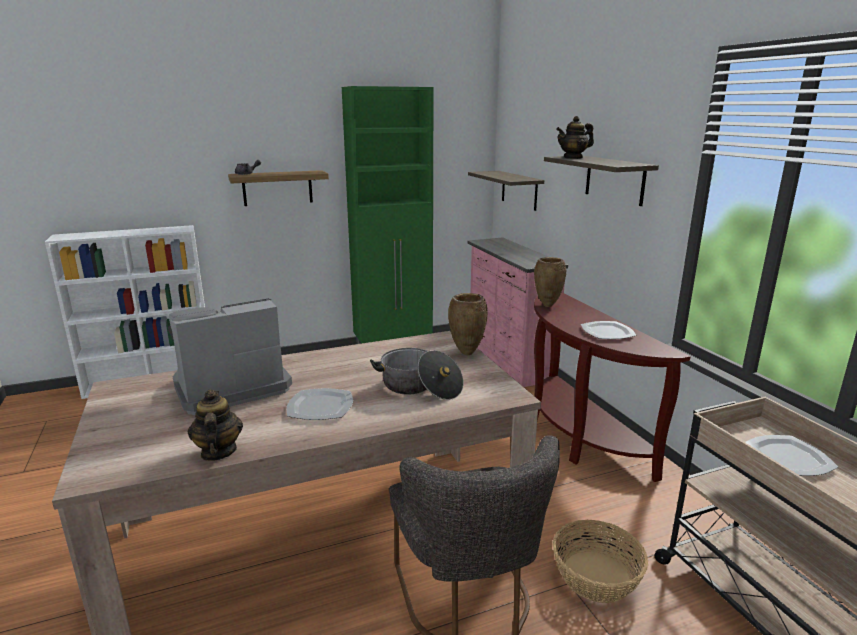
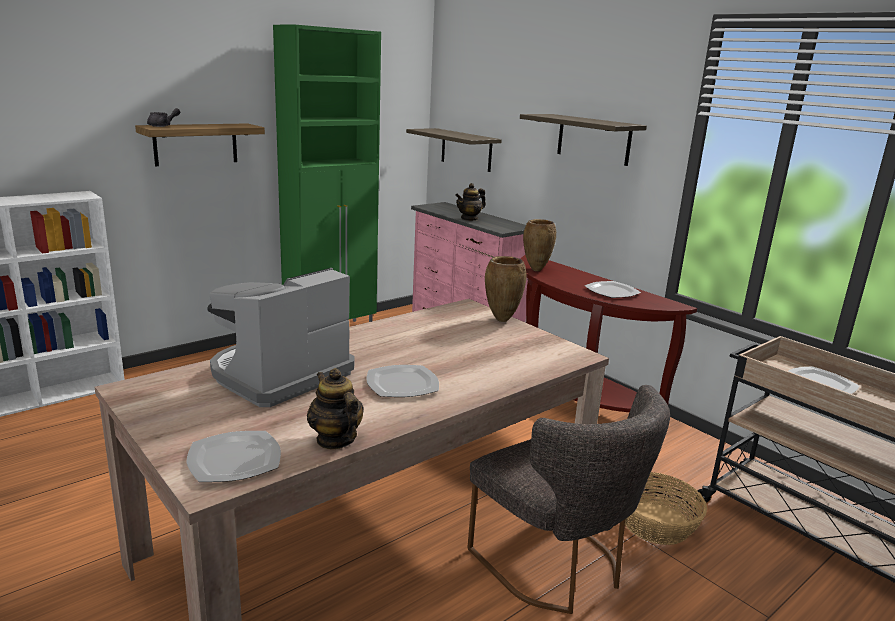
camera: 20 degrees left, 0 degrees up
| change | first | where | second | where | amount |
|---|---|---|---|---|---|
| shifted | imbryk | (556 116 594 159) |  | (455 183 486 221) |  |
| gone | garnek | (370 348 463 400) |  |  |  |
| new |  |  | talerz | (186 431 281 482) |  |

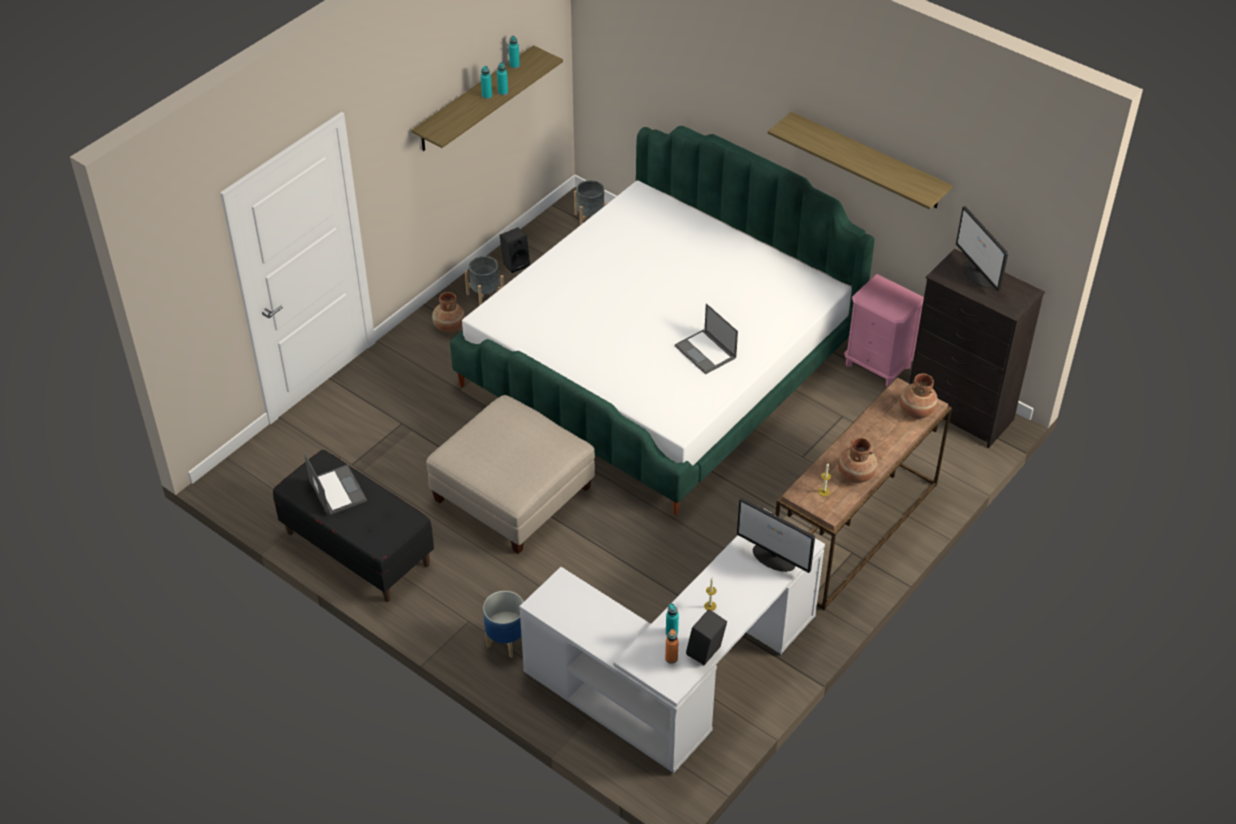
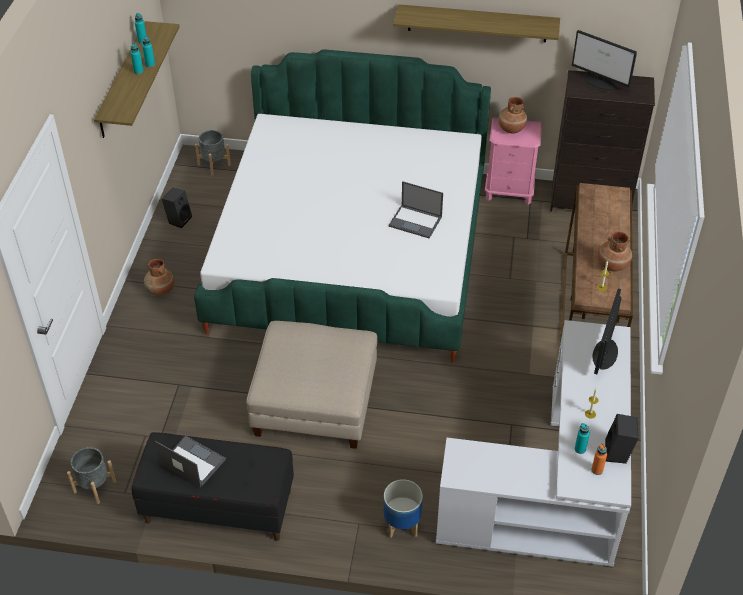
camera: 30 degrees left, 0 degrees up
| change | first | where | second | where | amount |
|---|---|---|---|---|---|
| shifted | donica/szary | (465 256 504 306) |  | (67 447 116 504) |  |
| shifted | wazon/brązowy | (899 373 938 419) |  | (498 97 527 134) |  |
| rotated | monitor | (737 497 815 573) |  | (592 289 622 374) | 105 degrees clockwise |

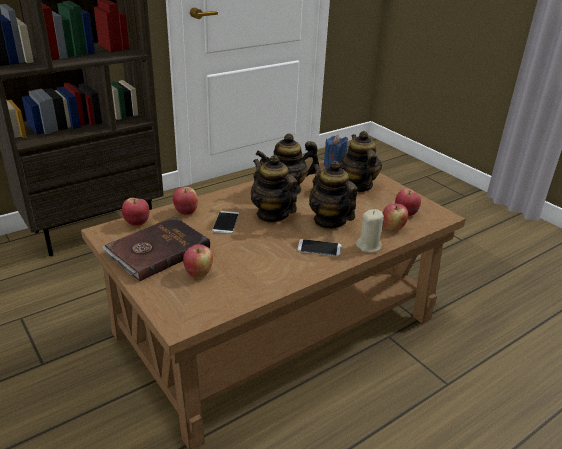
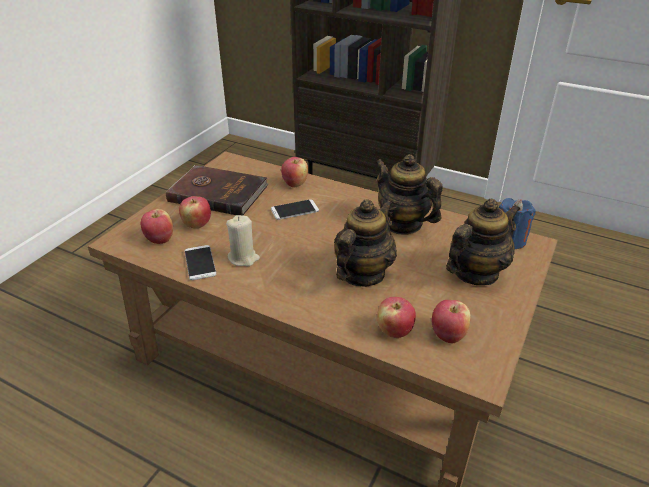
camera: 65 degrees right, 5 degrees up
| change | first | where | second | where | amount |
|---|---|---|---|---|---|
| gone | imbryk | (251 155 298 223) |  |  |  |
| shifted | jabłko | (122 198 149 226) |  | (141 209 173 244) |  |
| shifted | świeca/beżowy | (356 209 384 253) |  | (226 215 260 266) |  |
| shifted | telefon | (297 239 341 257) |  | (185 245 216 280) |  |

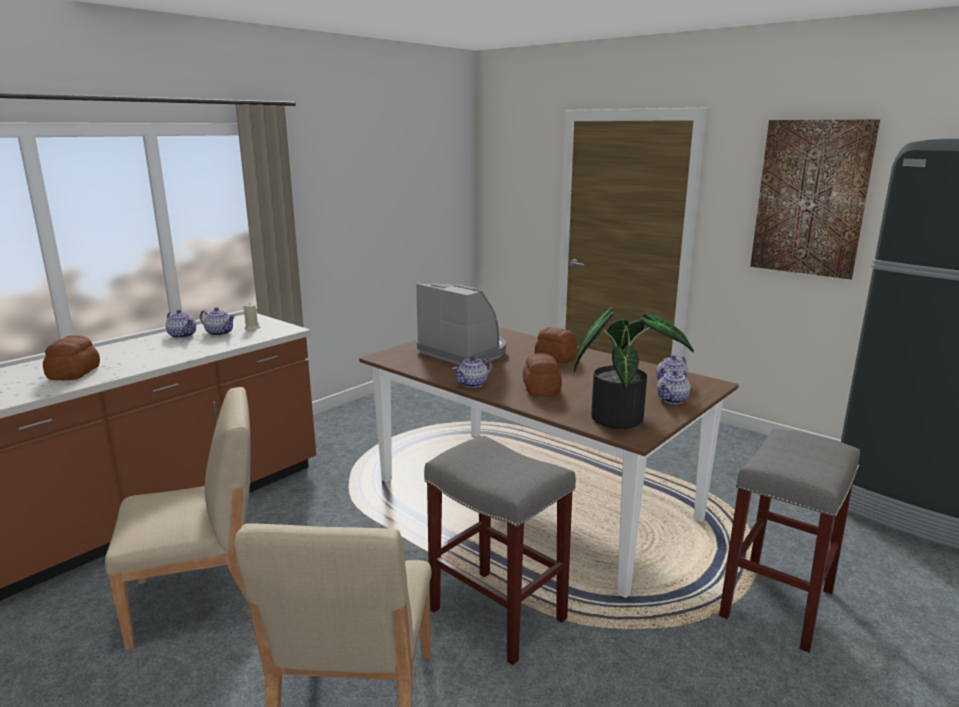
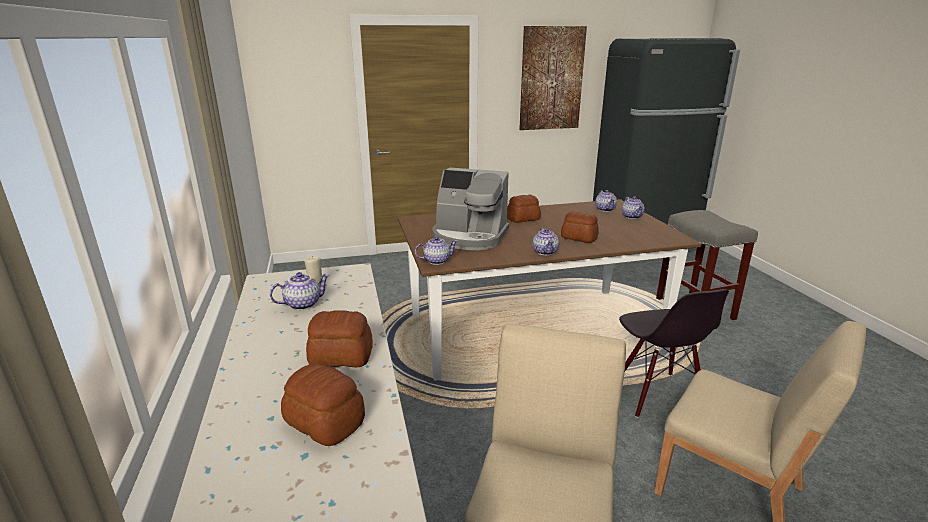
camera: 55 degrees left, 5 degrees up
| change | first | where | second | where | amount |
|---|---|---|---|---|---|
| rotated | ekspres do kawy | (416 283 506 365) |  | (432 168 509 250) | 150 degrees counterclockwise |
| gone | roślina doniczkowa | (574 307 694 429) |  |  |  |
| shifted | imbryk | (166 309 196 339) |  | (415 237 458 265) |  |
| swapped | stołek/szary | (424 436 576 665) | krzesło/czarny | (619 289 729 418) |  |
| new |  |  | chleb | (306 310 373 368) |  |

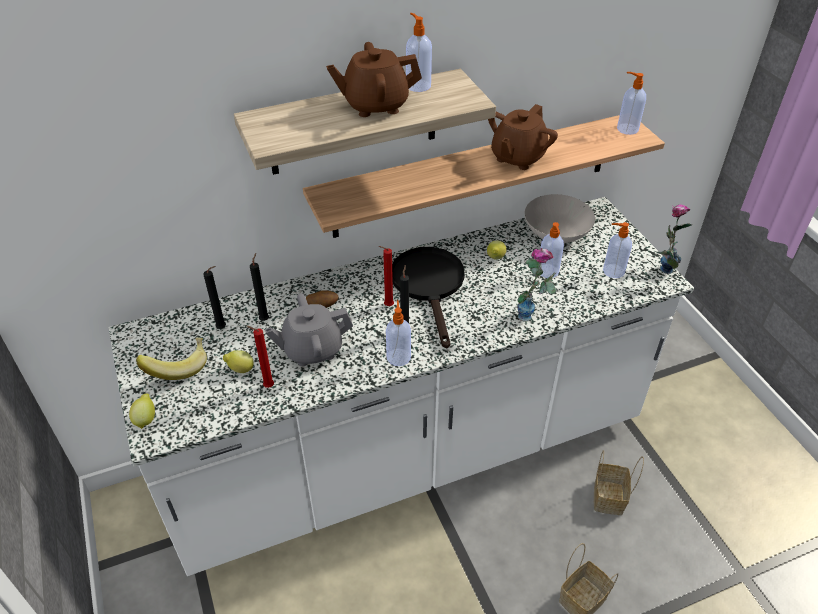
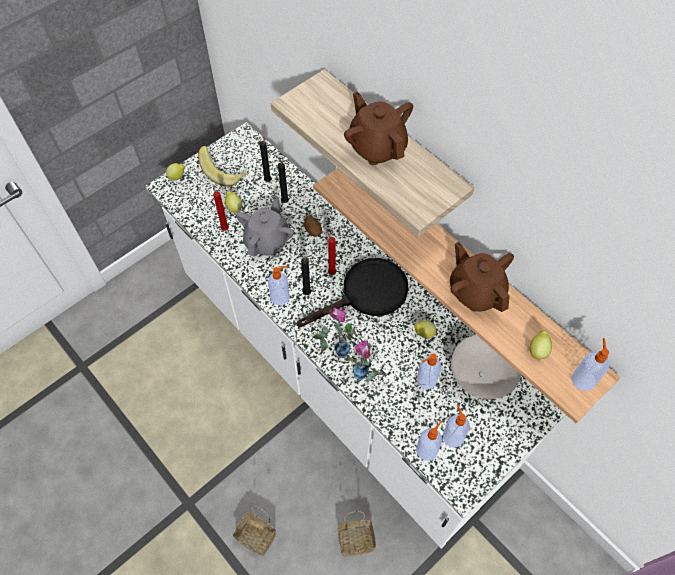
camera: 70 degrees right, 15 degrees up
| change | first | where | second | where | amount |
|---|---|---|---|---|---|
| shifted | dozownik mydła | (406 13 432 92) |  | (416 420 442 461) |  |
| rotated | imbryk/brązowy | (488 104 558 170) |  | (450 242 514 312) | 45 degrees clockwise |
| shifted | wazon | (657 204 692 274) |  | (313 307 358 358) |  |
| rotated | imbryk/szary | (265 293 353 366) |  | (236 196 294 257) | 60 degrees clockwise |
| new |  |  | cytryna | (530 330 552 361) |  |

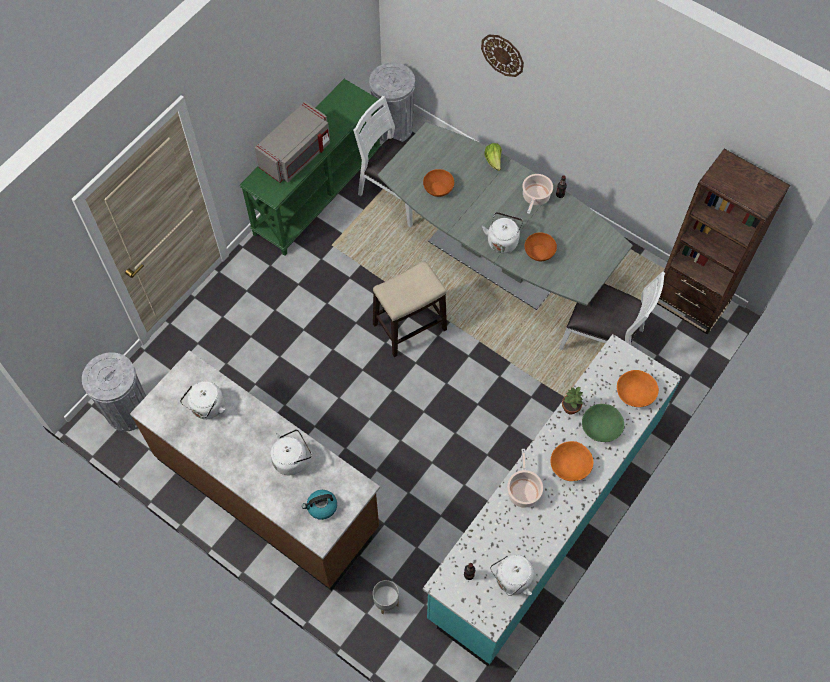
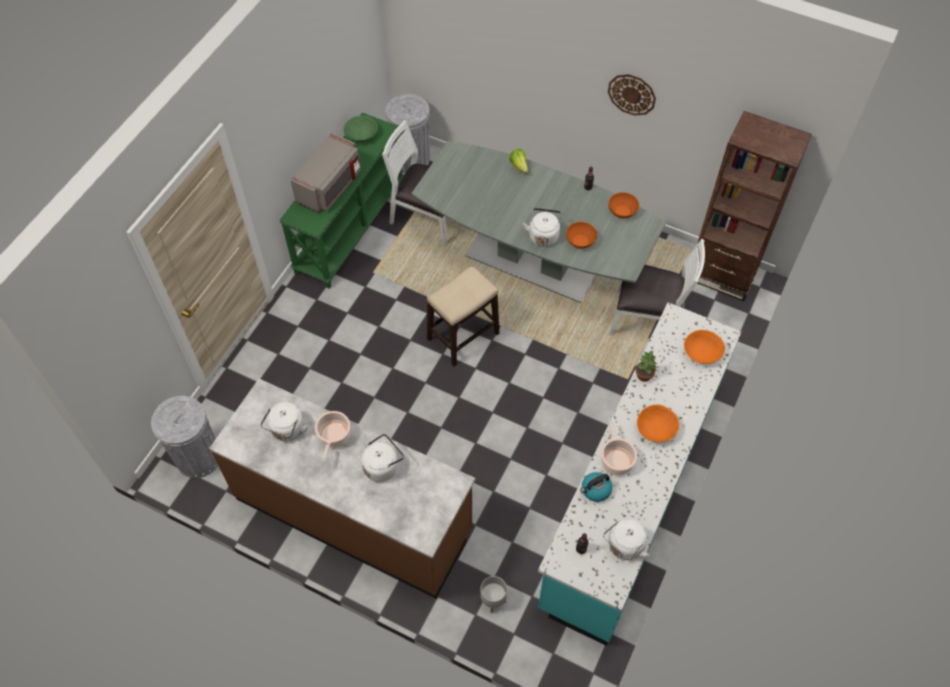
camera: 10 degrees left, 5 degrees down
| change | first | where | second | where | amount |
|---|---|---|---|---|---|
| shifted | zegar ścienny | (481 34 524 77) |  | (608 74 656 116) |  |
| shifted | miska/pomarańczowy | (423 169 454 197) |  | (609 192 639 218) |  |
| shifted | garnek | (522 174 553 214) |  | (315 411 350 462) |  |
| shifted | miska/zielony | (582 404 624 442) |  | (343 116 378 142) |  |
| shifted | czajnik | (302 490 337 520) |  | (580 472 612 502) |  |

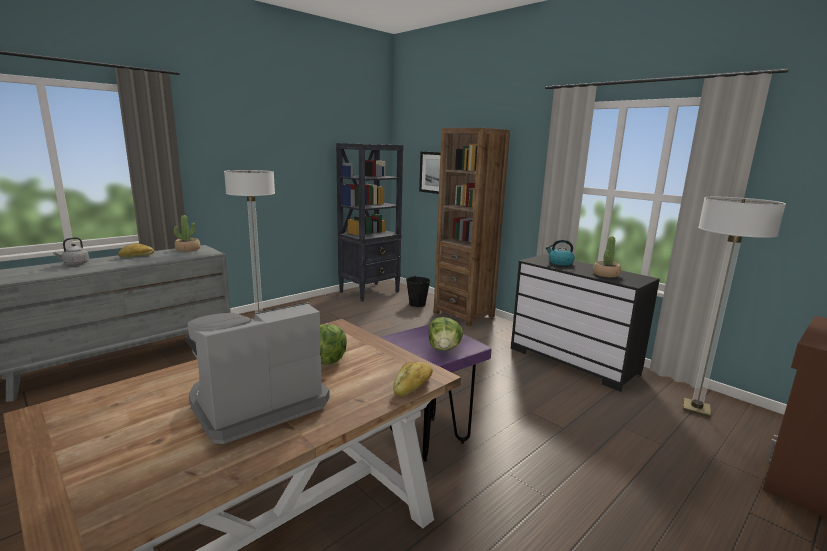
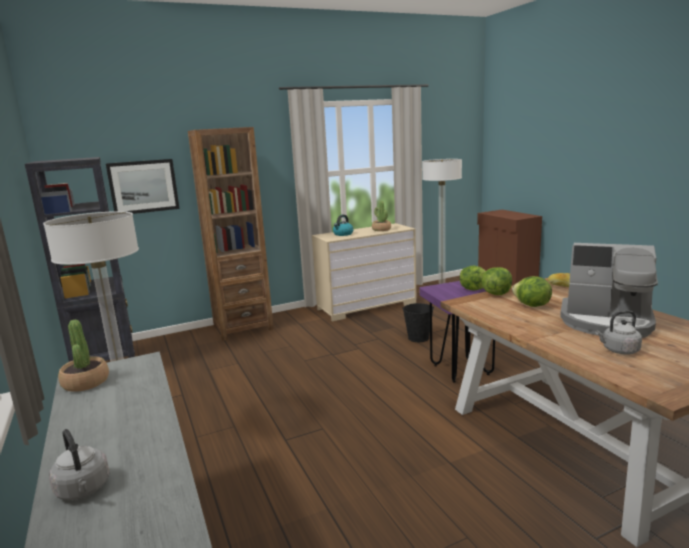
camera: 70 degrees left, 0 degrees up
| change | first | where | second | where | amount |
|---|---|---|---|---|---|
| gone | chleb | (118 243 154 257) |  |  |  |
| repainted | komoda/czarny | (511 254 660 392) | komoda/beżowy | (312 223 417 321) |  |
| shifted | wiadro/czarny | (406 276 430 307) |  | (402 303 434 342) |  |
| rotated | ekspres do kawy | (185 302 330 444) |  | (560 243 658 338) | 45 degrees counterclockwise |
| new |  |  | sałata | (482 267 512 295) |  |
| new |  |  | czajnik/szary | (596 311 642 355) |  |

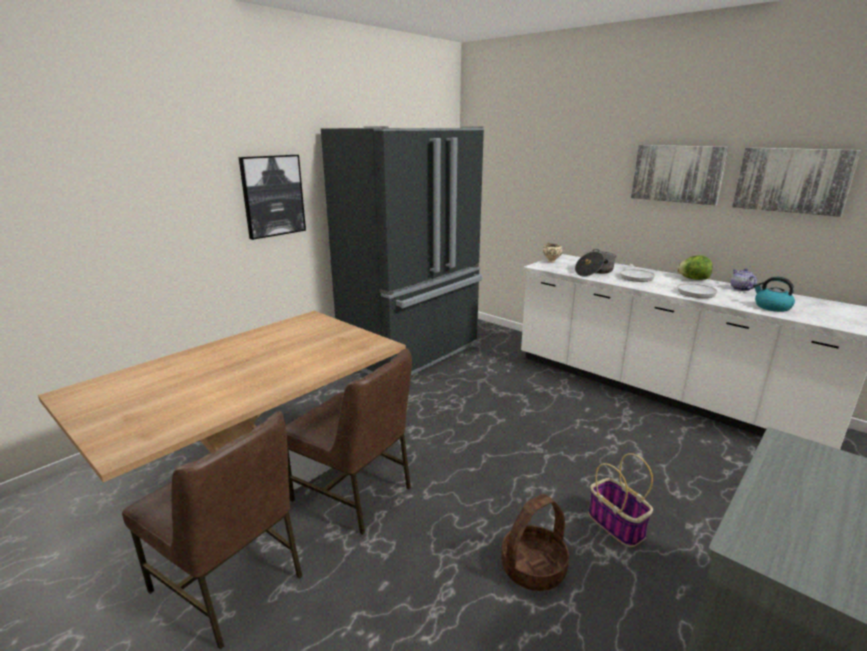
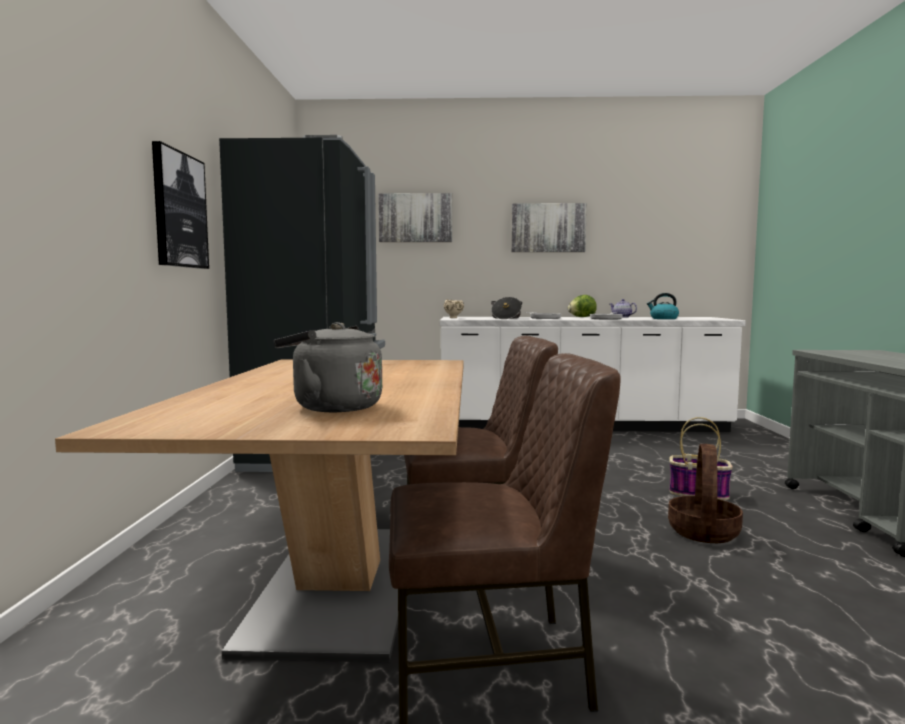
camera: 40 degrees left, 15 degrees down
| change | first | where | second | where | amount |
|---|---|---|---|---|---|
| shifted | obraz | (732 147 861 217) |  | (378 193 452 242) |  |
| new |  |  | czajnik/szary | (274 322 382 412) |  |

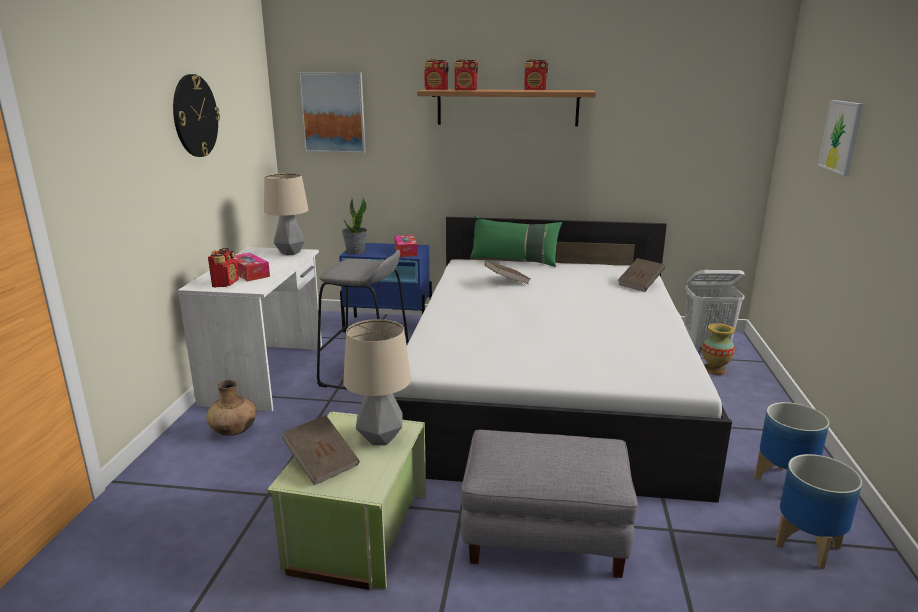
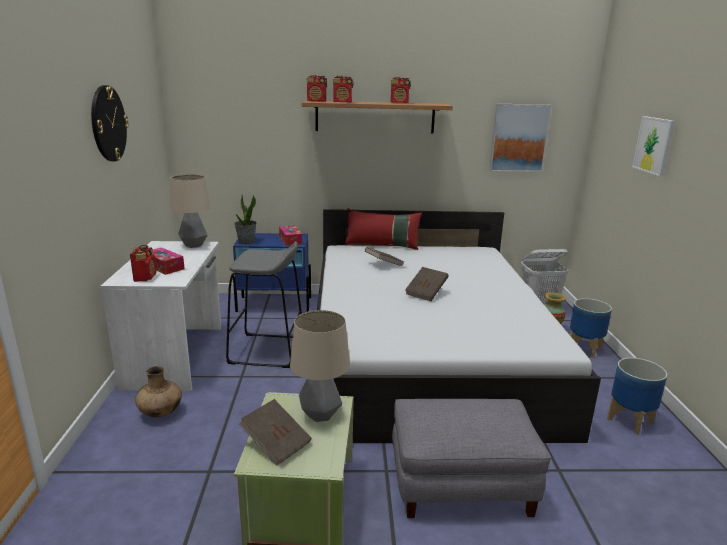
camera: 10 degrees left, 0 degrees up
| change | first | where | second | where | amount |
|---|---|---|---|---|---|
| shifted | obraz | (298 72 366 153) |  | (489 104 552 172) |  |
| repainted | poduszka/zielony | (470 216 562 267) | poduszka/czerwony | (345 208 422 250) |  |
| shifted | książka/brązowy | (618 258 665 292) |  | (405 267 449 301) |  |
| shifted | donica | (775 454 862 569) |  | (570 298 612 358) |  |

